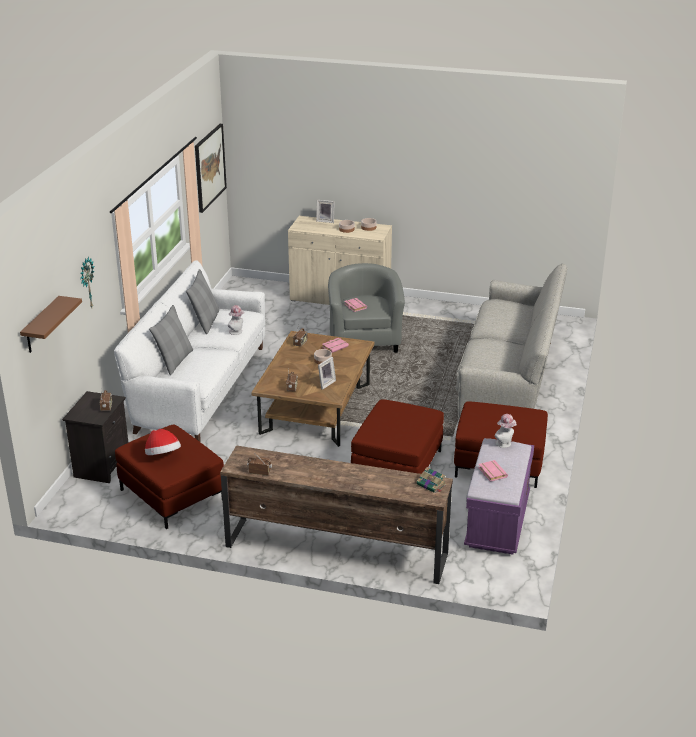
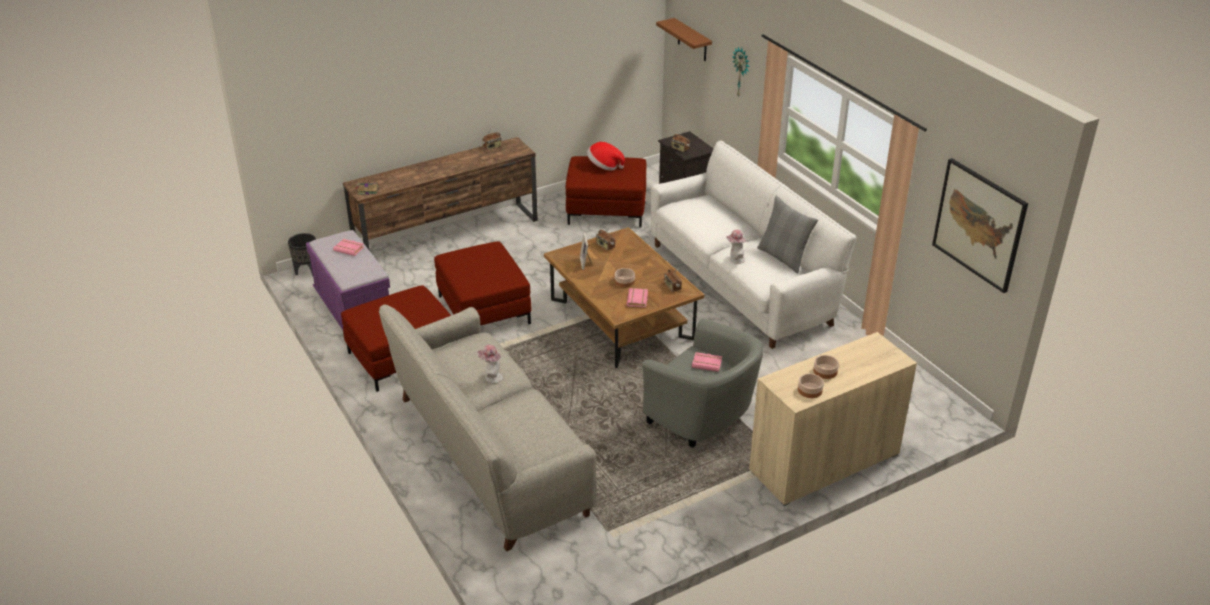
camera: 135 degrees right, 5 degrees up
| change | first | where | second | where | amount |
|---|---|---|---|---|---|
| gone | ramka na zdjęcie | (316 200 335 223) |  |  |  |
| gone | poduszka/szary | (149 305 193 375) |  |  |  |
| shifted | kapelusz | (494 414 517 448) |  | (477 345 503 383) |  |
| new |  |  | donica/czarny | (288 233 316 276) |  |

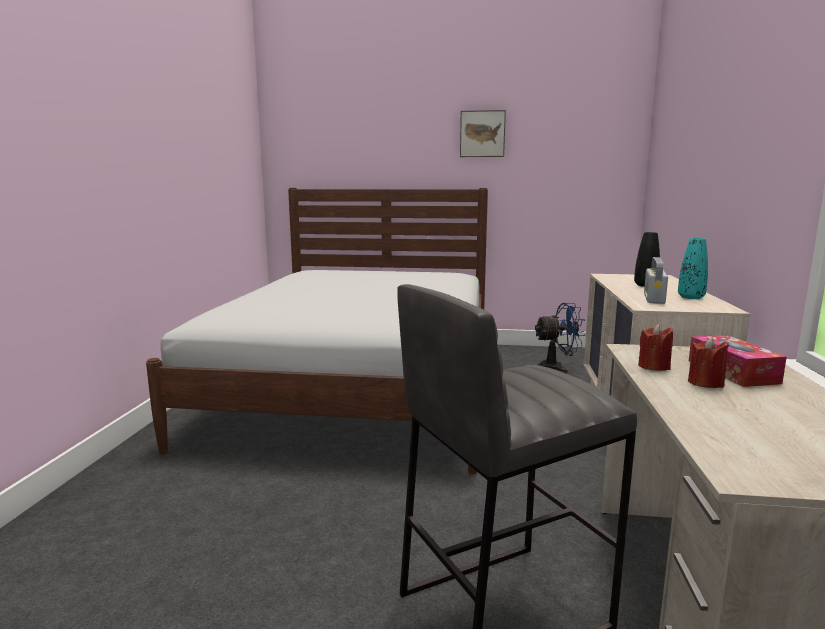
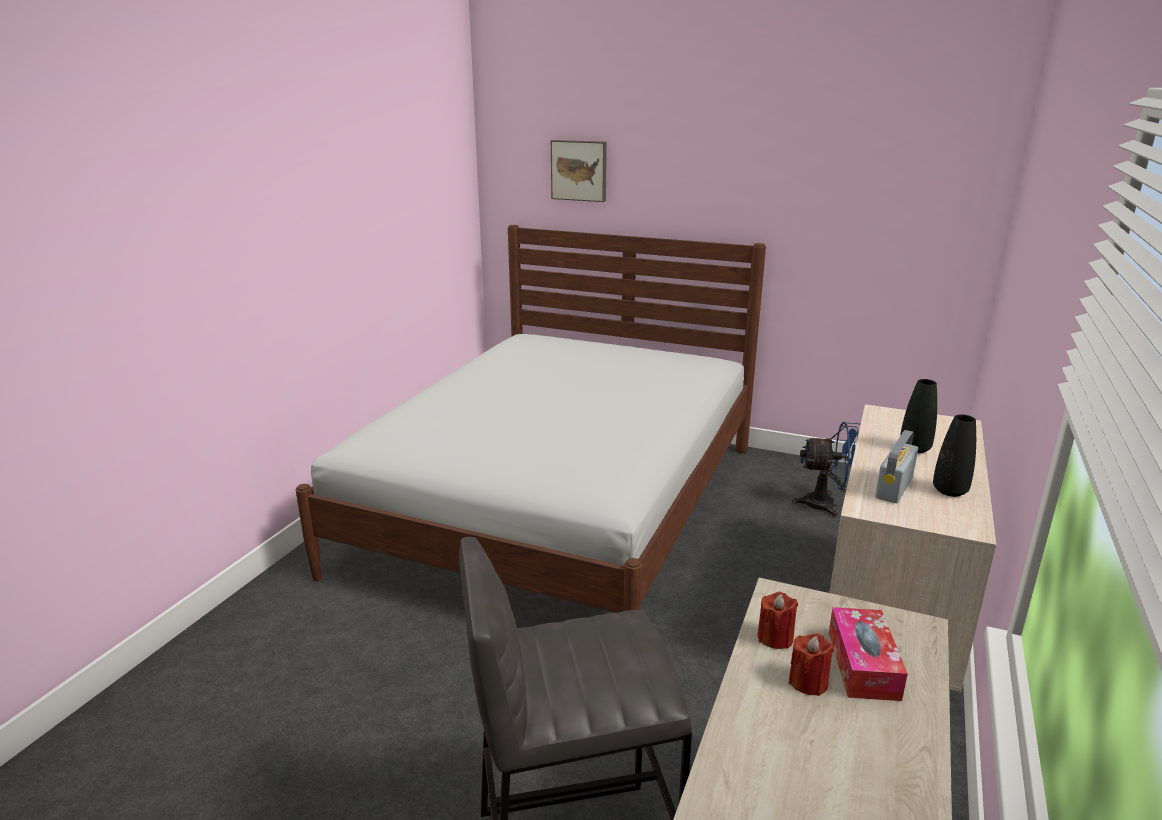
camera: 15 degrees right, 10 degrees up
| change | first | where | second | where | amount |
|---|---|---|---|---|---|
| shifted | obraz | (460 110 506 157) |  | (551 140 607 202) |  |
| repainted | wazon/turkusowy | (678 238 708 299) | wazon/czarny | (933 414 976 497) |  |

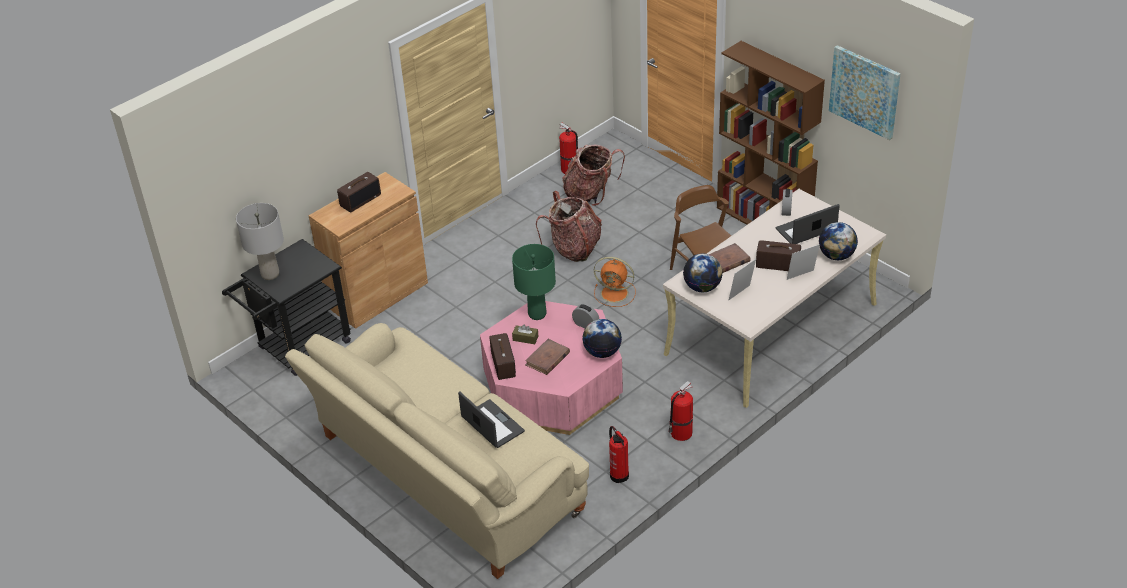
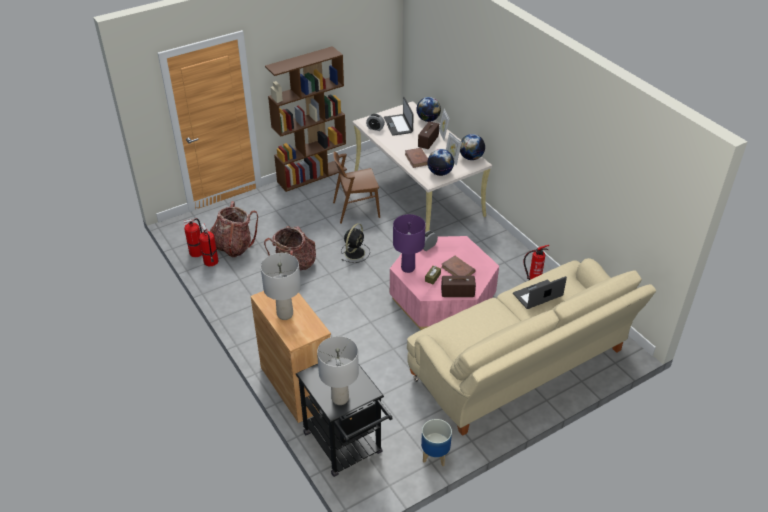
camera: 80 degrees left, 0 degrees up
| change | first | where | second | where | amount |
|---|---|---|---|---|---|
| gone | obraz | (829 45 900 140) |  |  |  |
| swapped | radio | (337 172 381 212) | lampa stołowa/szary | (261 253 301 320) |  |
| repainted | lampa stołowa/zielony | (512 244 556 320) | lampa stołowa/fioletowy | (393 214 426 273) |  |
| repainted | wentylator/pomarańczowy | (594 257 636 307) | wentylator/czarny | (341 223 370 263) |  |
| shifted | globus | (583 319 622 358) |  | (460 134 485 160) |  |
| shifted | gaśnica | (668 381 693 441) |  | (199 224 219 266) |  |
| new |  |  | donica | (421 419 452 466) |  |

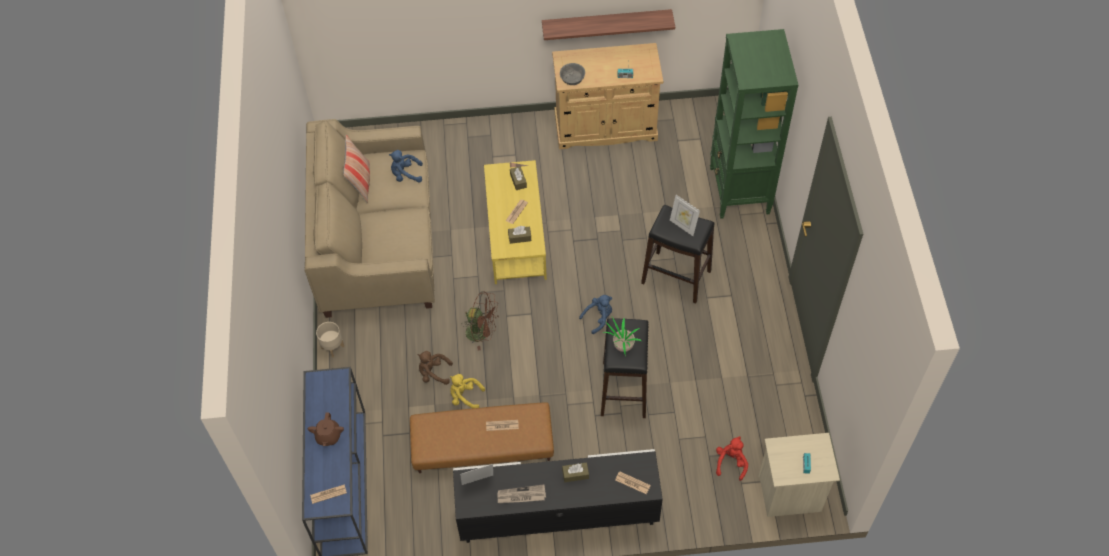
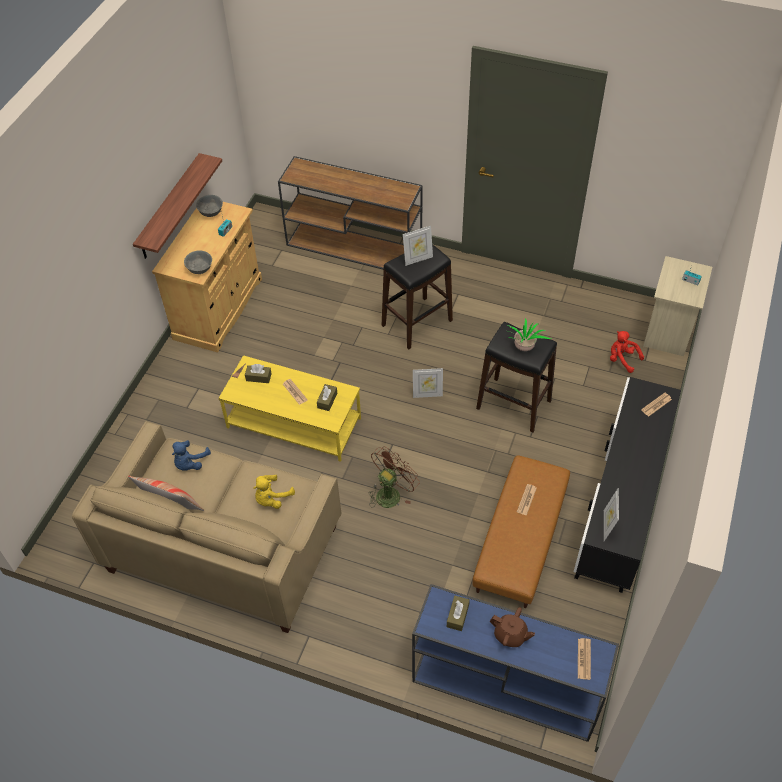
camera: 65 degrees left, 5 degrees down
| change | first | where | second | where | amount |
|---|---|---|---|---|---|
| swapped | regał/zielony | (710 29 798 219) | stolik konsolowy/brązowy | (278 156 423 270) |  |
| swapped | pluszak/niebieski | (579 295 612 334) | ramka na zdjęcie | (413 368 443 398) |  |
| gone | donica/beżowy | (316 322 344 357) |  |  |  |
| gone | pluszak/brązowy | (418 351 453 385) |  |  |  |
| shifted | pluszak/żółty | (450 374 485 408) |  | (253 475 295 509) |  |
| shifted | pudełko chusteczek/brązowy | (562 462 589 482) |  | (447 596 470 631) |  |
| gone | gazeta | (498 484 546 503) |  |  |  |
| new |  |  | miska/szary | (196 195 223 217) |  |

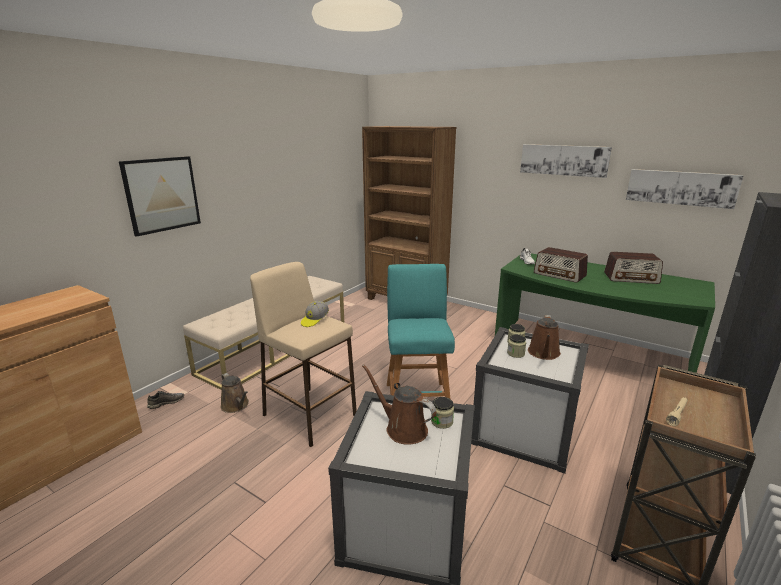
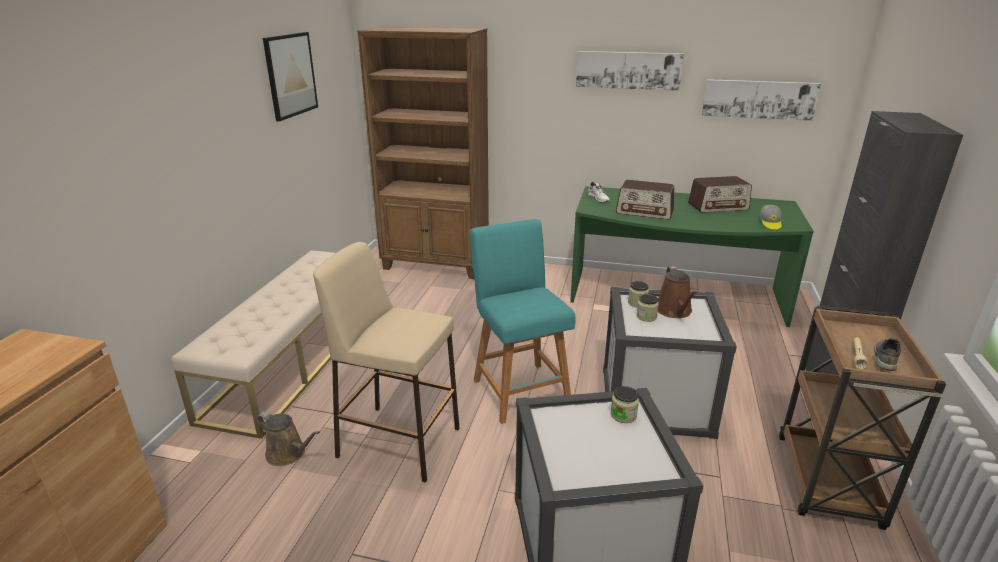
camera: 20 degrees left, 5 degrees up
| change | first | where | second | where | amount |
|---|---|---|---|---|---|
| shifted | obraz | (119 156 201 237) |  | (263 32 318 121) |  |
| shifted | czapka z daszkiem | (301 301 329 327) |  | (760 205 782 230) |  |
| gone | konewka/brązowy | (362 364 436 444) |  |  |  |
| shifted | but/szary | (147 391 184 409) |  | (874 338 901 371) |  |

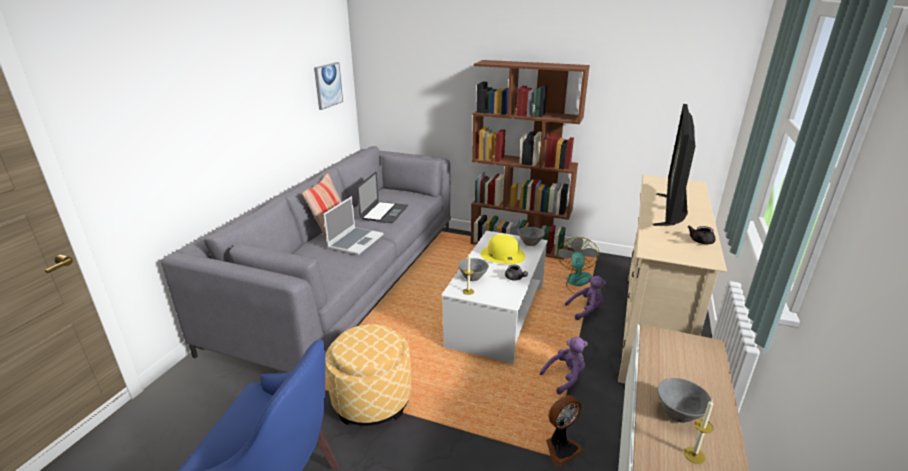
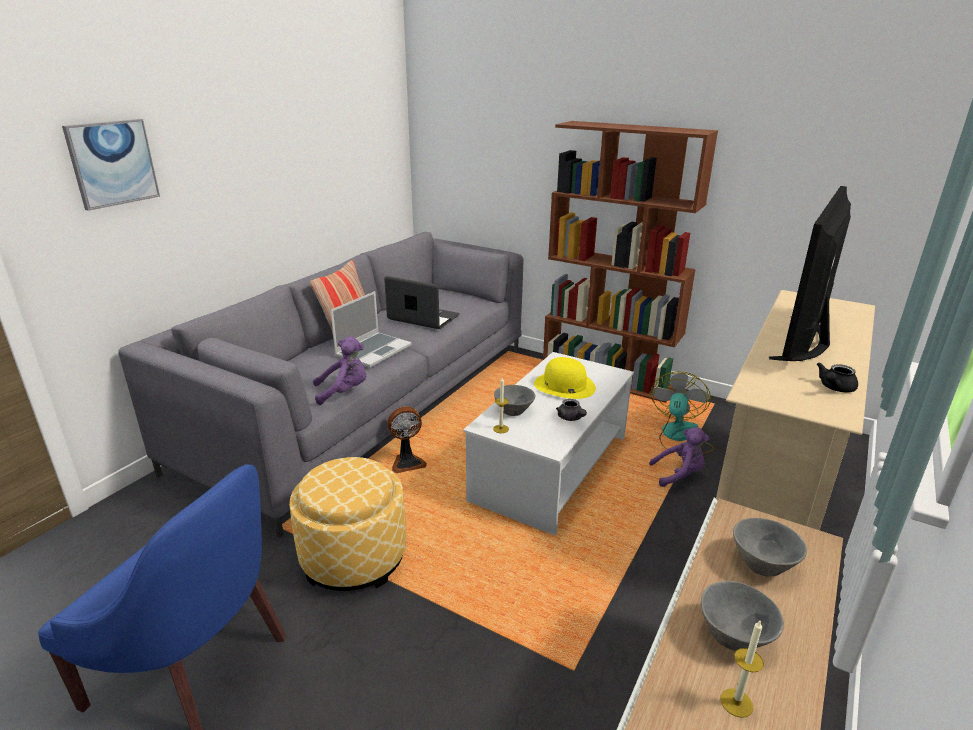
camera: 10 degrees right, 0 degrees up
| change | first | where | second | where | amount |
|---|---|---|---|---|---|
| shifted | obraz | (314 62 343 110) |  | (62 119 160 211) |  |
| rotated | laptop | (357 172 408 223) |  | (384 276 460 329) | 90 degrees counterclockwise |
| shifted | miska/szary | (518 227 545 246) |  | (733 518 807 577) |  |
| shifted | pluszak/fioletowy | (540 337 588 394) |  | (313 336 366 405) |  |
| shifted | wentylator | (546 395 584 466) |  | (388 406 427 473) |  |

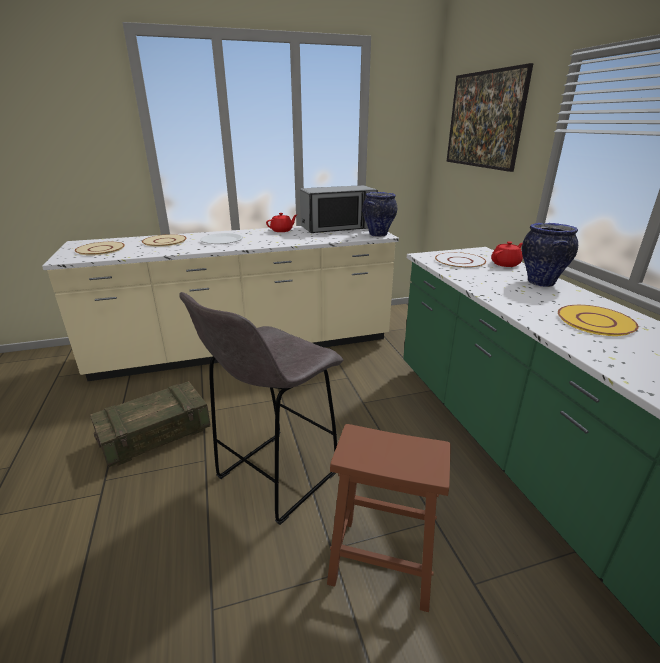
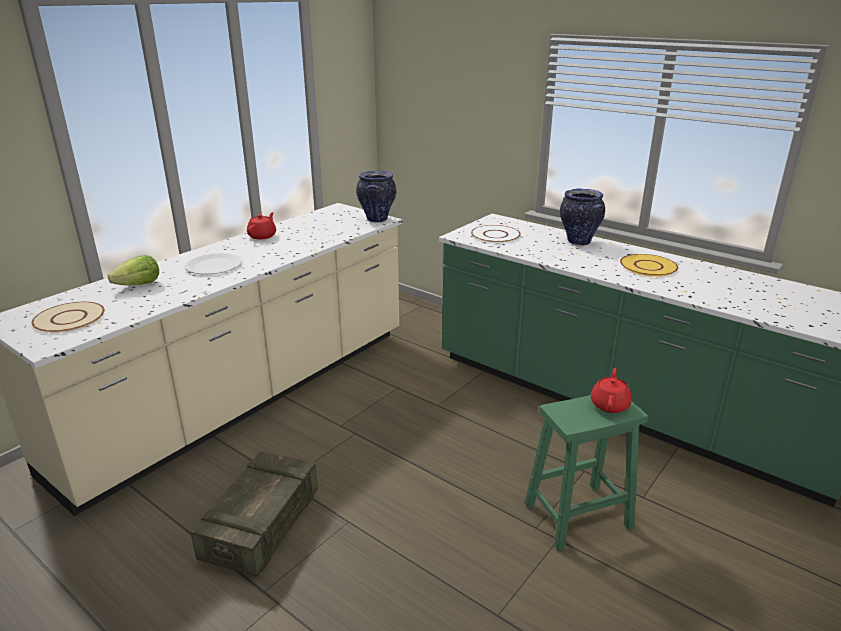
camera: 35 degrees left, 0 degrees up
| change | first | where | second | where | amount |
|---|---|---|---|---|---|
| gone | obraz | (446 63 534 172) |  |  |  |
| gone | mikrofalówka | (300 185 378 233) |  |  |  |
| swapped | talerz/beżowy | (142 234 187 247) | sałata | (108 255 159 285) |  |
| shifted | imbryk/czerwony | (491 241 523 267) |  | (591 368 632 413) |  |
| gone | stołek/szary | (179 292 343 525) |  |  |  |
| repainted | stołek/brązowy | (327 424 451 612) | stołek/zielony | (525 395 648 551) |  |

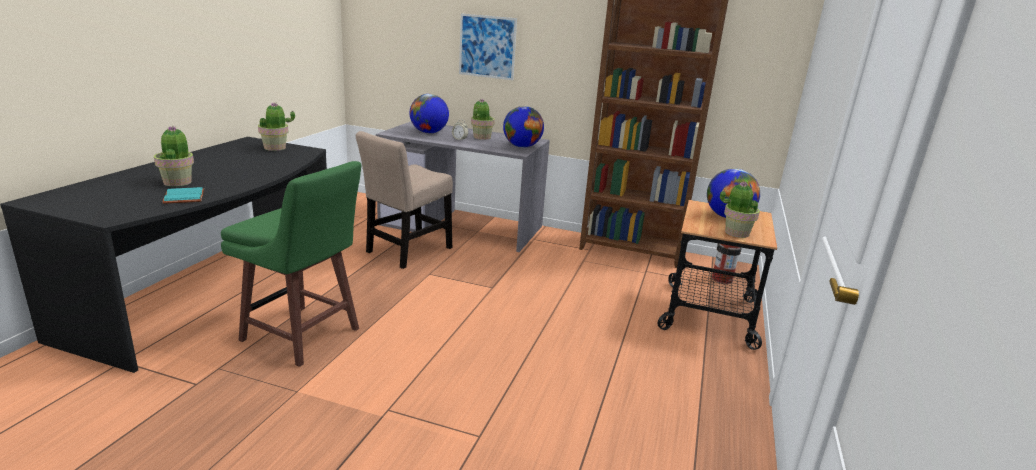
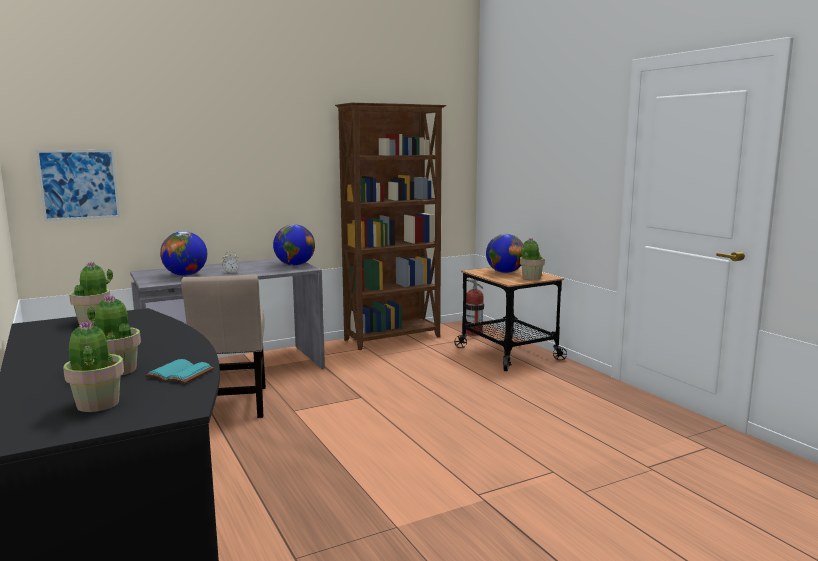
camera: 45 degrees left, 10 degrees down
| change | first | where | second | where | amount |
|---|---|---|---|---|---|
| shifted | obraz | (459 13 517 80) |  | (36 150 120 221) |  |
| shifted | roślina doniczkowa | (471 99 495 140) |  | (63 320 124 412) |  |
| gone | stołek/zielony | (221 161 361 367) |  |  |  |

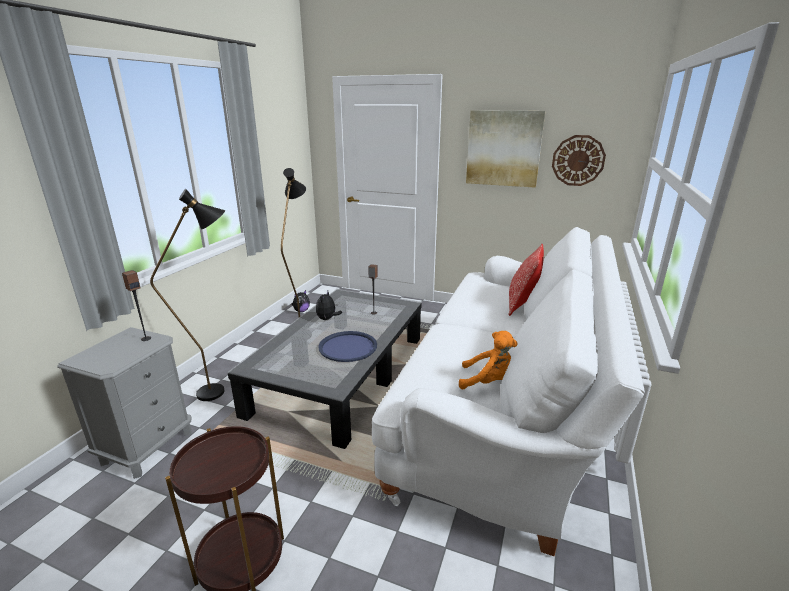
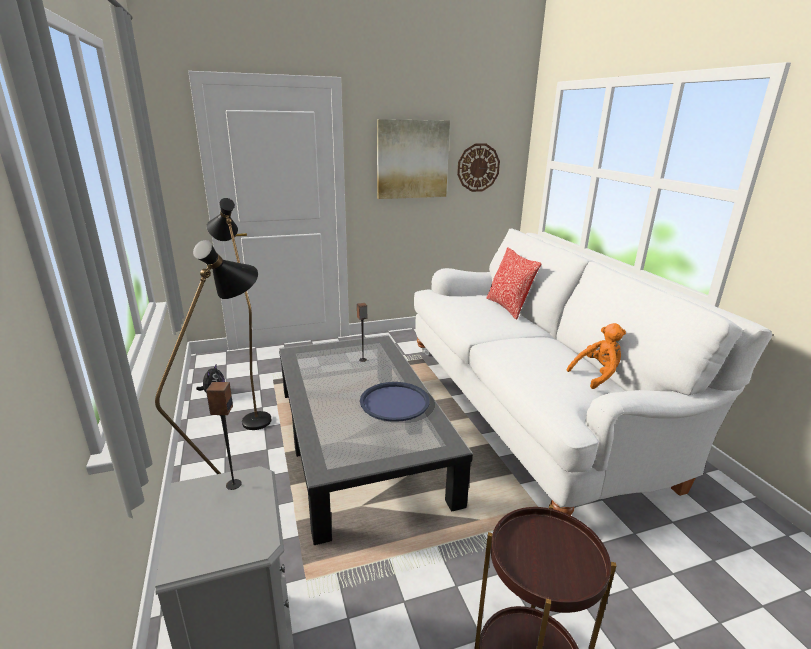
camera: 40 degrees left, 0 degrees up
| change | first | where | second | where | amount |
|---|---|---|---|---|---|
| gone | pluszak | (316 291 342 320) |  |  |  |

